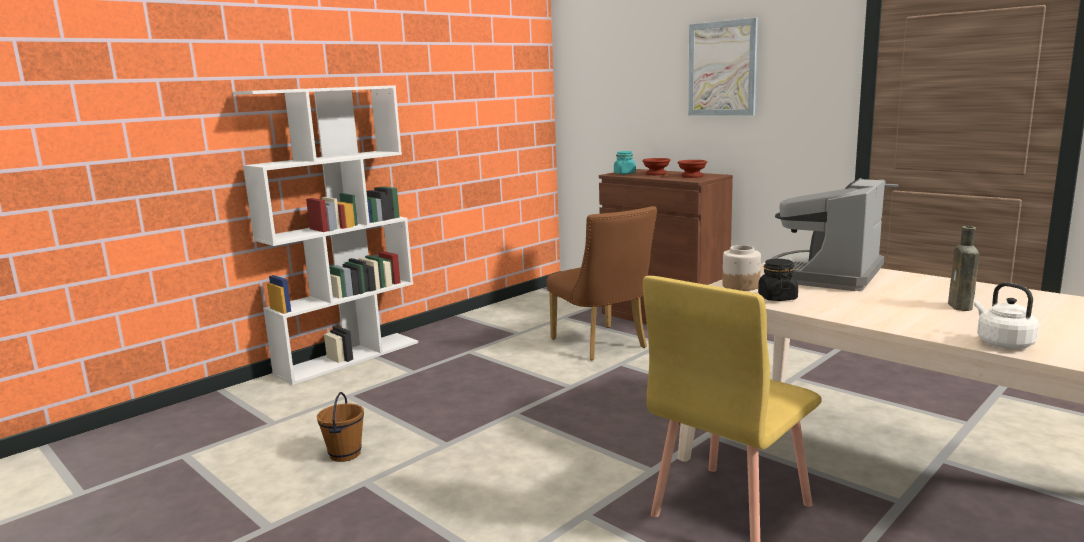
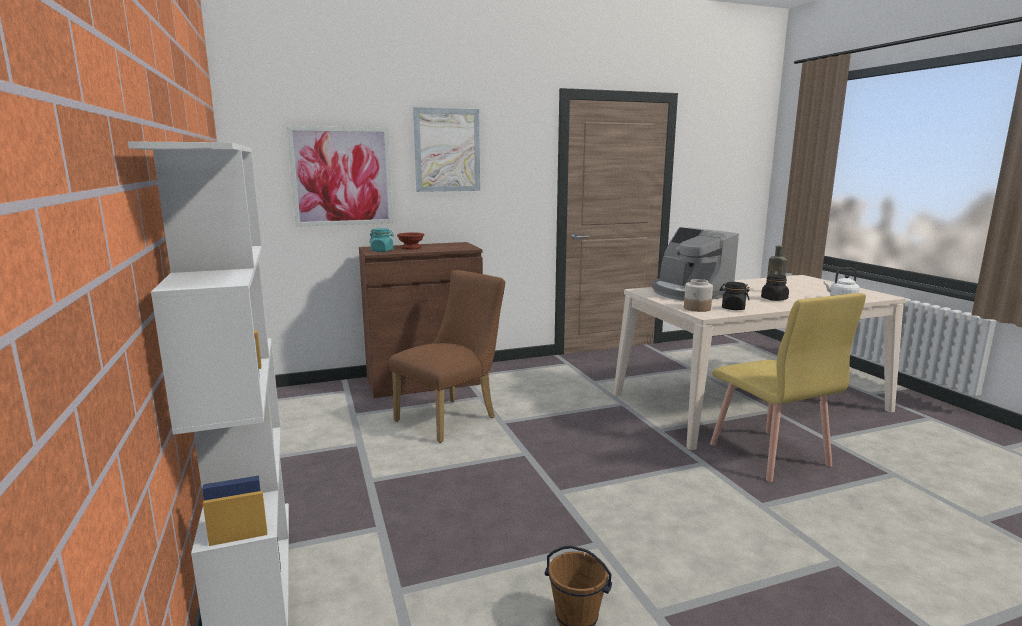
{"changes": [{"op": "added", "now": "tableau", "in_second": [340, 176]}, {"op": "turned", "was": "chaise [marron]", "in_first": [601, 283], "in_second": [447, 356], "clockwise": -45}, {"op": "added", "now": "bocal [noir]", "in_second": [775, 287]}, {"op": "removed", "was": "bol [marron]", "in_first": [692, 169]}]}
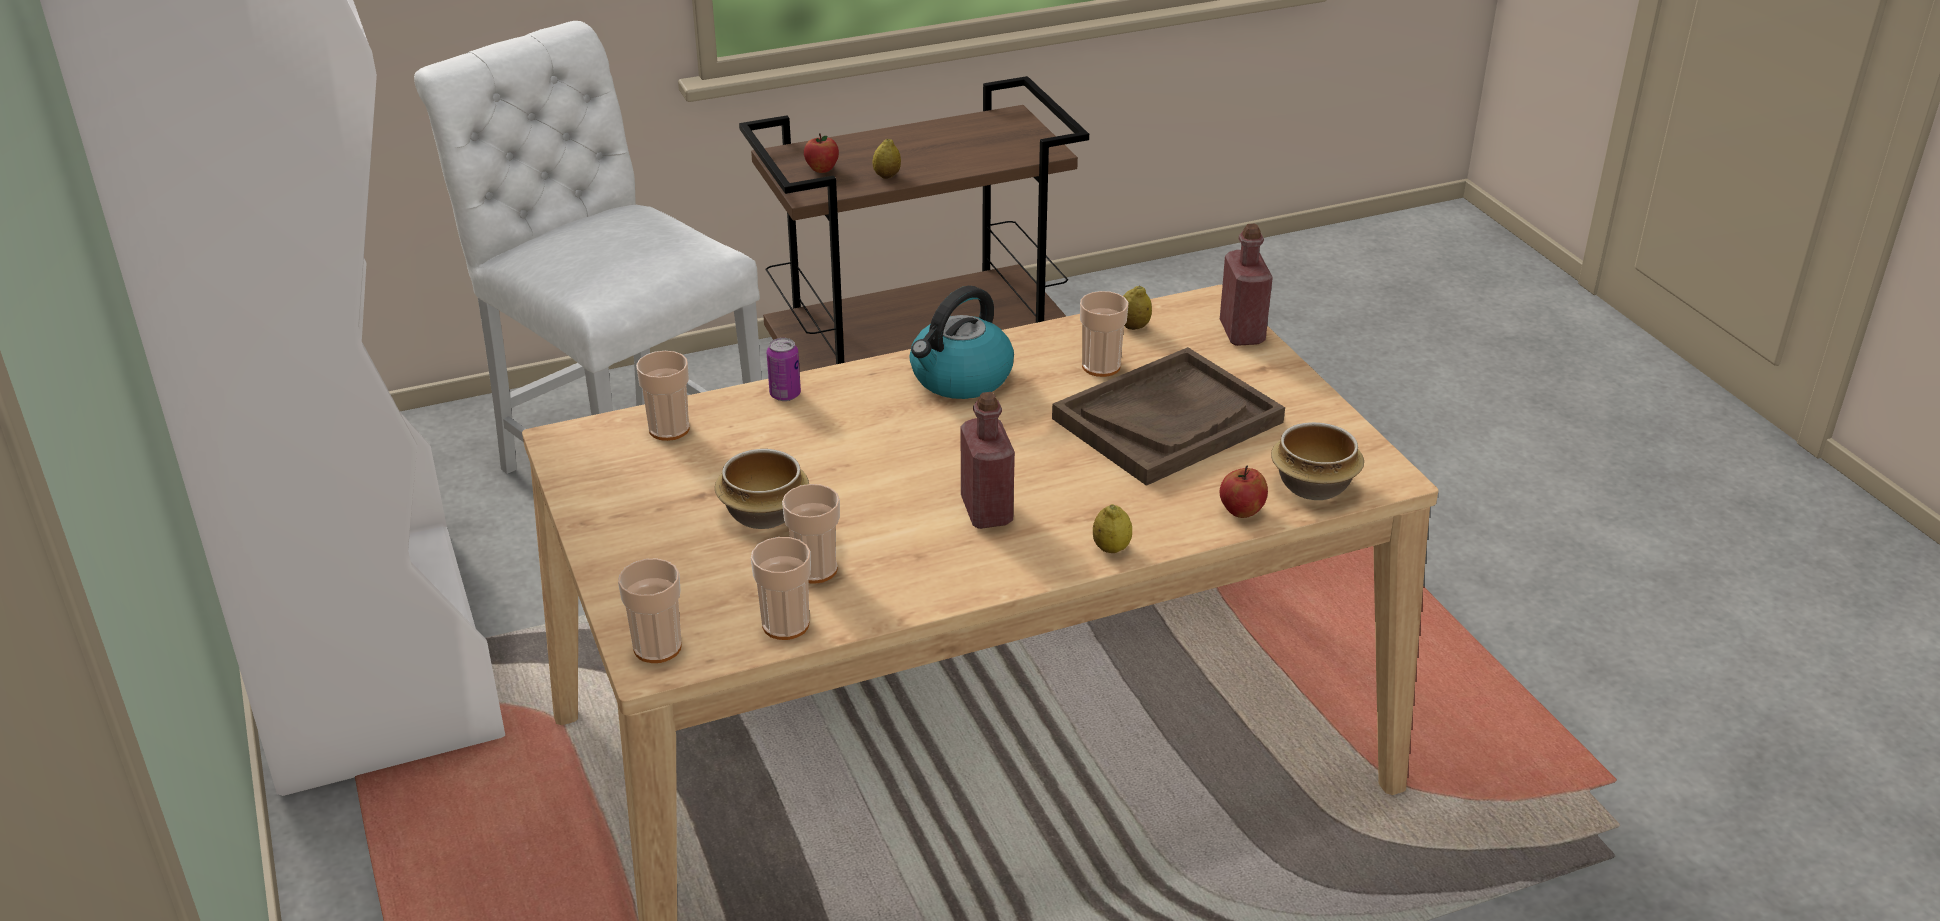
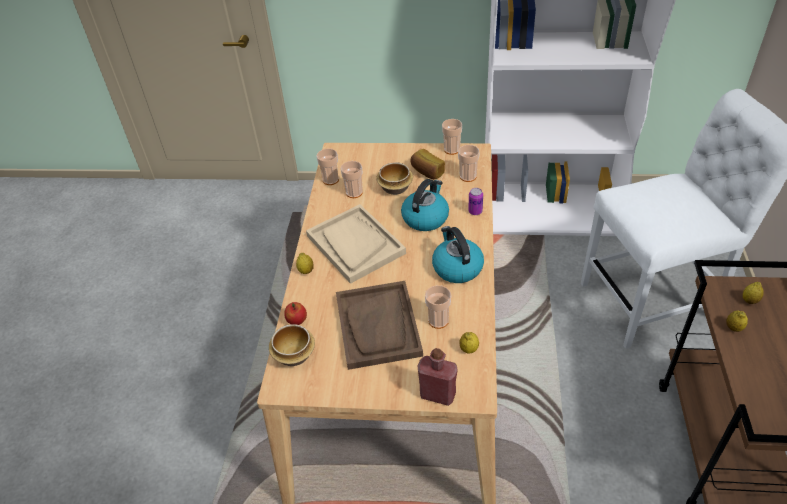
{"changes": [{"op": "replaced", "was": "bouteille [rouge]", "now": "plateau [beige]", "in_first": [987, 460], "in_second": [356, 244]}, {"op": "added", "now": "bouilloire", "in_second": [425, 205]}, {"op": "added", "now": "pain", "in_second": [427, 164]}, {"op": "moved", "was": "tasse", "in_first": [650, 610], "in_second": [452, 137]}, {"op": "replaced", "was": "pomme", "now": "citron", "in_first": [821, 153], "in_second": [753, 293]}]}
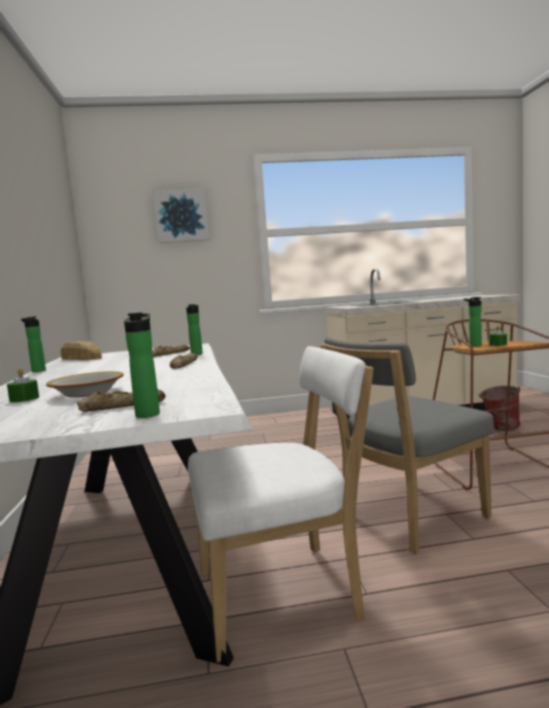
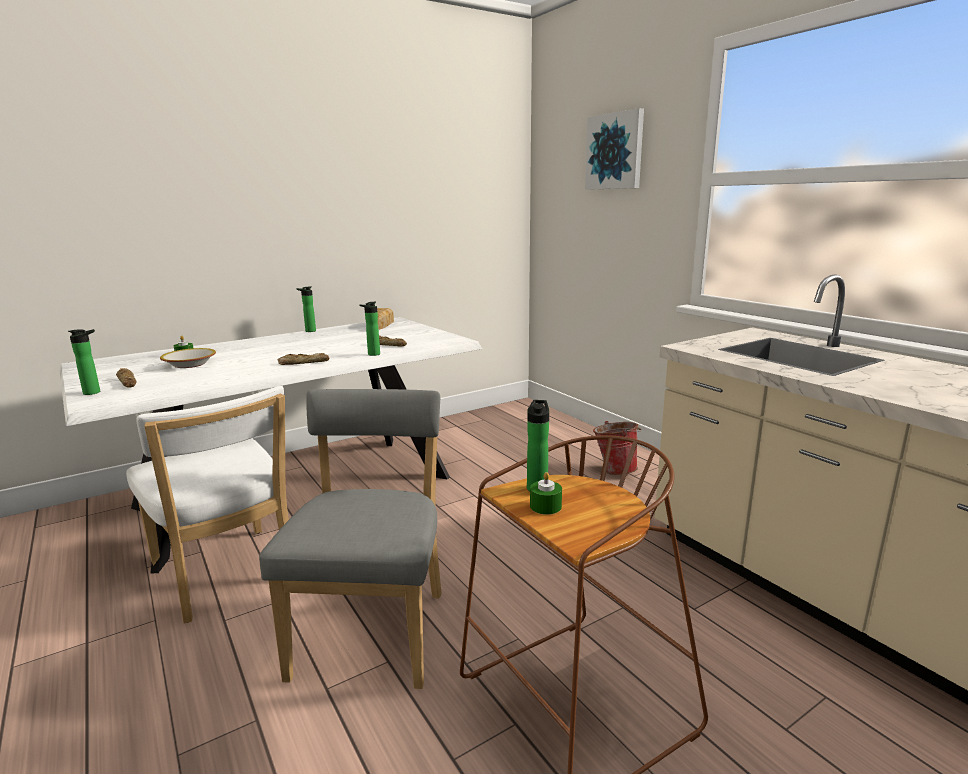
{"changes": [{"op": "turned", "was": "chaise [gris]", "in_first": [407, 445], "in_second": [350, 539], "clockwise": 60}, {"op": "moved", "was": "seau", "in_first": [499, 408], "in_second": [617, 448]}]}
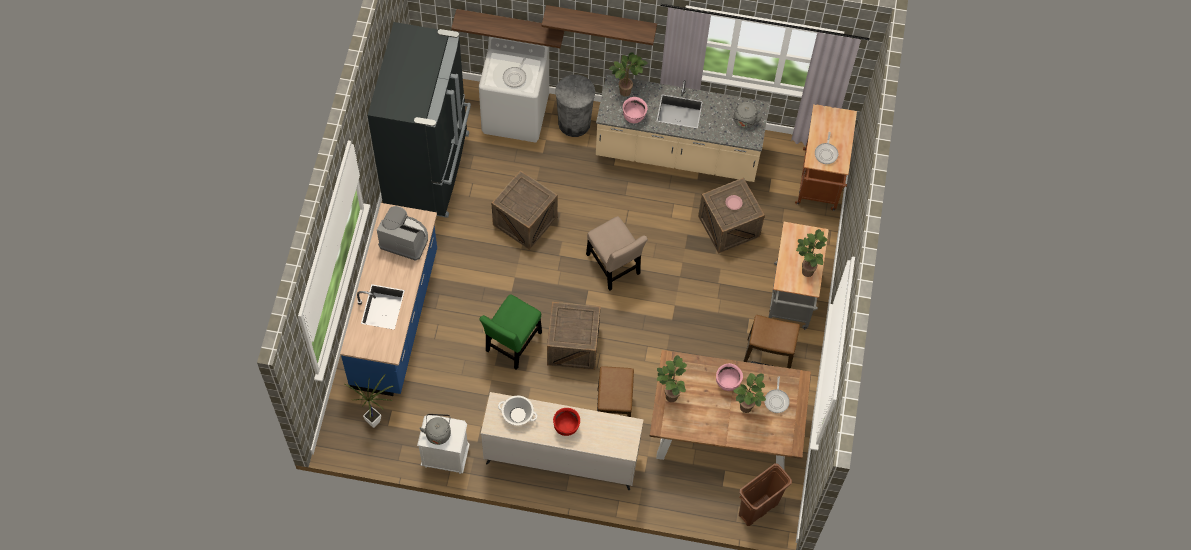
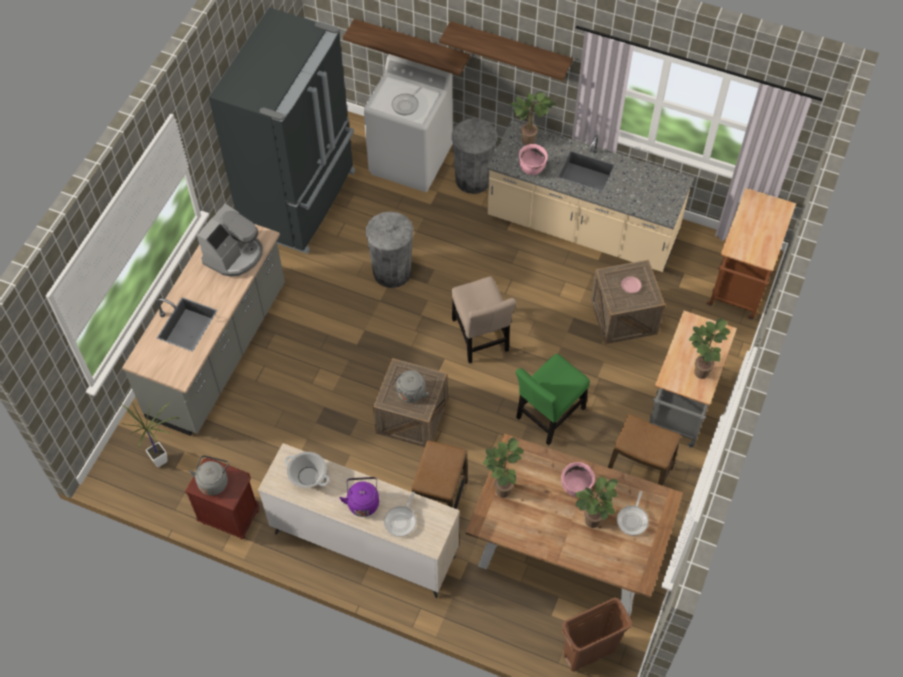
{"changes": [{"op": "recoloured", "was": "comptoir de cuisine [bleu]", "now": "comptoir de cuisine [gris]", "in_first": [388, 299], "in_second": [203, 330]}, {"op": "recoloured", "was": "table de chevet [blanc]", "now": "table de chevet [marron]", "in_first": [443, 444], "in_second": [222, 498]}, {"op": "turned", "was": "machine à café", "in_first": [402, 233], "in_second": [230, 240], "clockwise": 90}, {"op": "replaced", "was": "marmite [rouge]", "now": "bouilloire [violet]", "in_first": [566, 422], "in_second": [359, 497]}, {"op": "replaced", "was": "caisse", "now": "poubelle [gris]", "in_first": [525, 210], "in_second": [389, 249]}, {"op": "moved", "was": "poêle", "in_first": [826, 148], "in_second": [400, 514]}, {"op": "moved", "was": "bouilloire [gris]", "in_first": [747, 115], "in_second": [410, 386]}, {"op": "moved", "was": "chaise [vert]", "in_first": [510, 332], "in_second": [553, 399]}]}
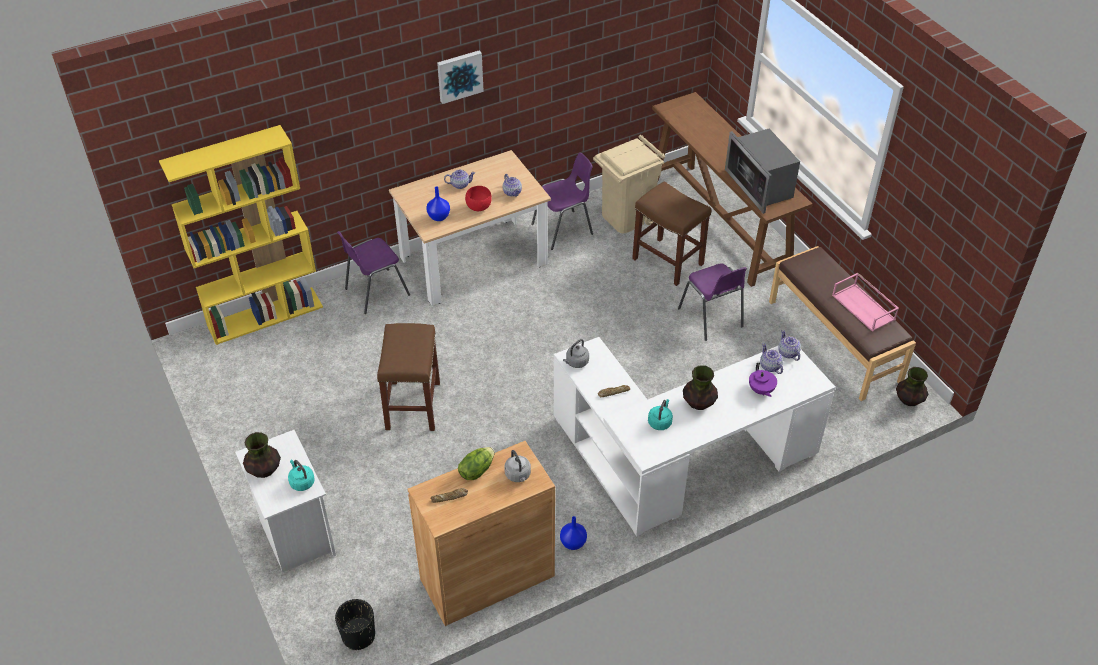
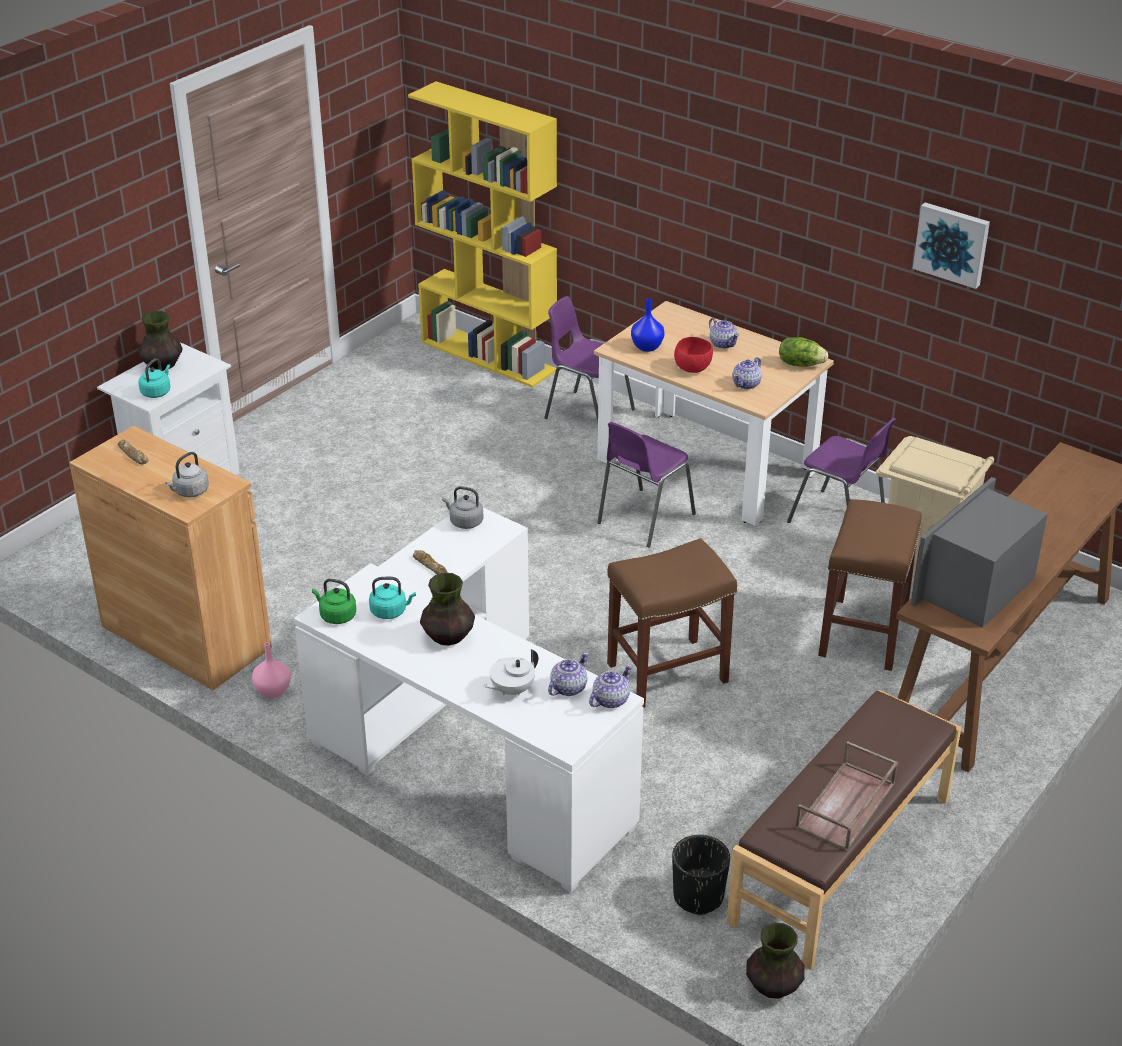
{"changes": [{"op": "recoloured", "was": "vase [bleu]", "now": "vase [rose]", "in_first": [573, 533], "in_second": [271, 670]}, {"op": "added", "now": "bouilloire [vert]", "in_second": [334, 601]}, {"op": "recoloured", "was": "théière [violet]", "now": "théière [blanc]", "in_first": [763, 380], "in_second": [510, 672]}, {"op": "moved", "was": "chaise [violet]", "in_first": [712, 302], "in_second": [646, 485]}, {"op": "moved", "was": "tabouret [marron]", "in_first": [408, 377], "in_second": [672, 623]}, {"op": "moved", "was": "cache-pot [noir]", "in_first": [355, 624], "in_second": [701, 875]}, {"op": "moved", "was": "laitue", "in_first": [476, 463], "in_second": [803, 352]}, {"op": "recoloured", "was": "plateau [rose]", "now": "plateau [marron]", "in_first": [865, 302], "in_second": [847, 796]}, {"op": "moved", "was": "tableau", "in_first": [460, 77], "in_second": [951, 245]}]}
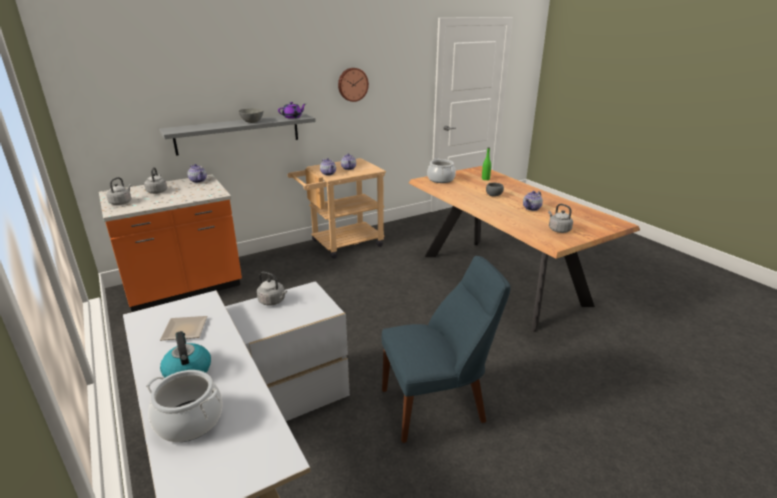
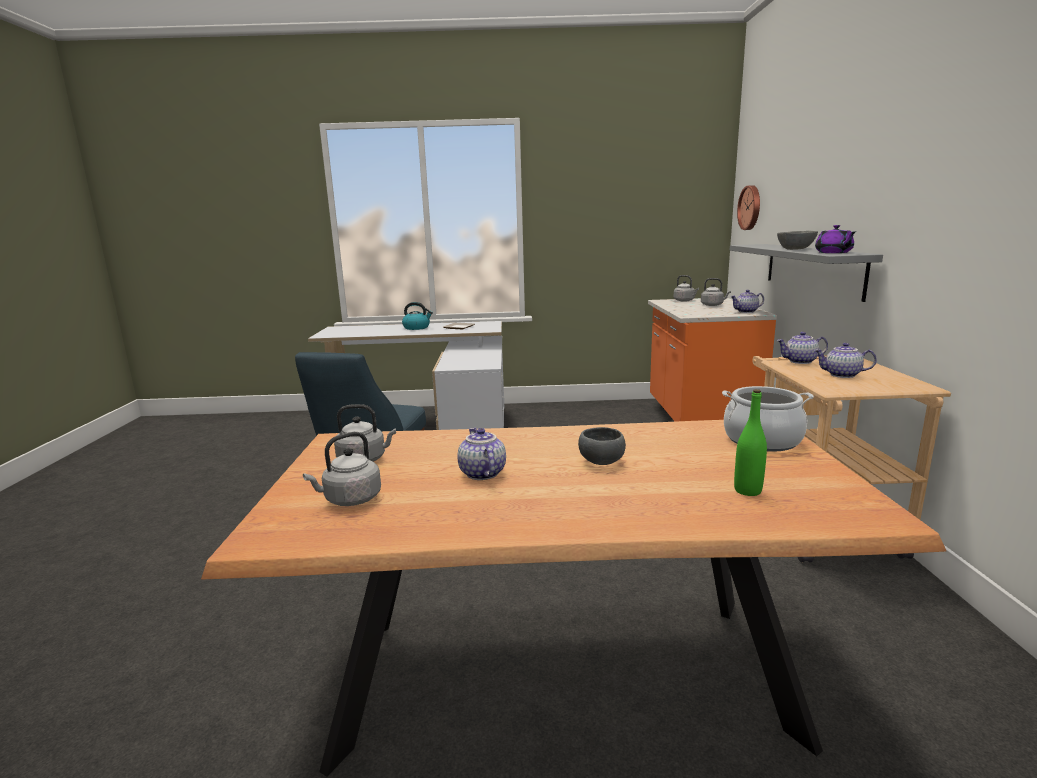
{"changes": [{"op": "moved", "was": "bouilloire [gris]", "in_first": [272, 289], "in_second": [342, 469]}, {"op": "moved", "was": "horloge murale", "in_first": [353, 85], "in_second": [748, 207]}, {"op": "removed", "was": "marmite", "in_first": [184, 406]}]}
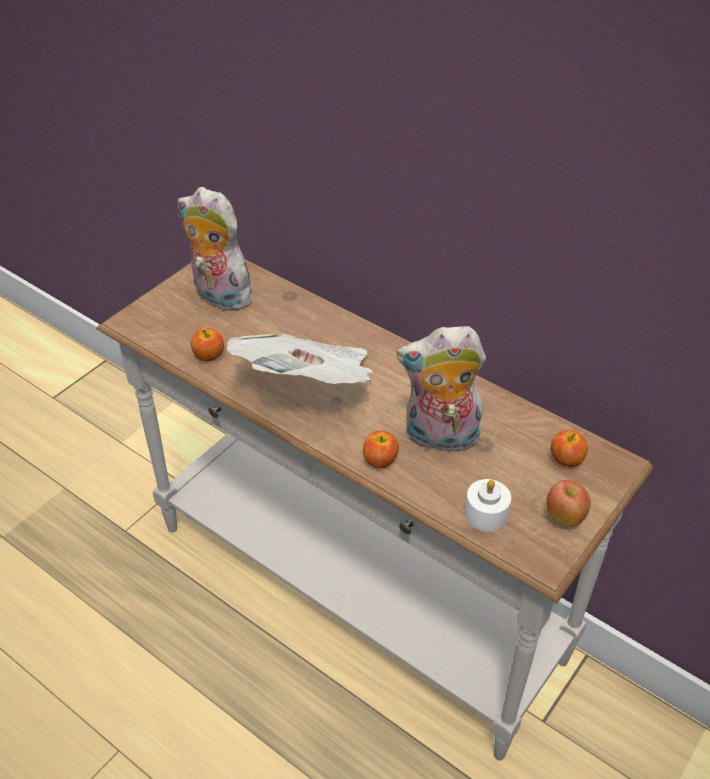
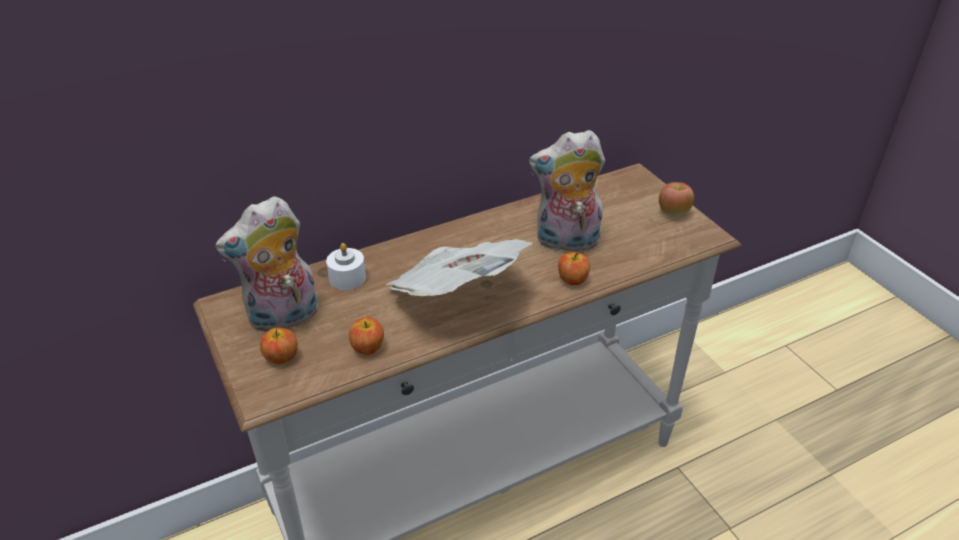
{"changes": [{"op": "moved", "was": "pomme", "in_first": [569, 448], "in_second": [279, 345]}, {"op": "moved", "was": "bougie [blanc]", "in_first": [488, 505], "in_second": [346, 266]}, {"op": "turned", "was": "peluche", "in_first": [441, 389], "in_second": [567, 190], "clockwise": 60}]}
